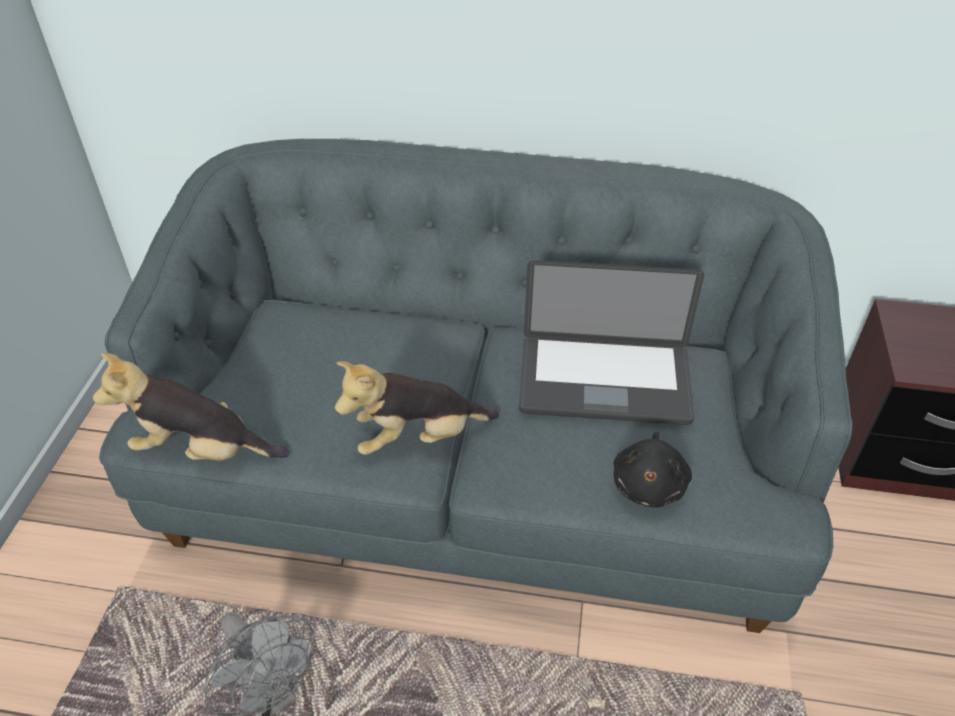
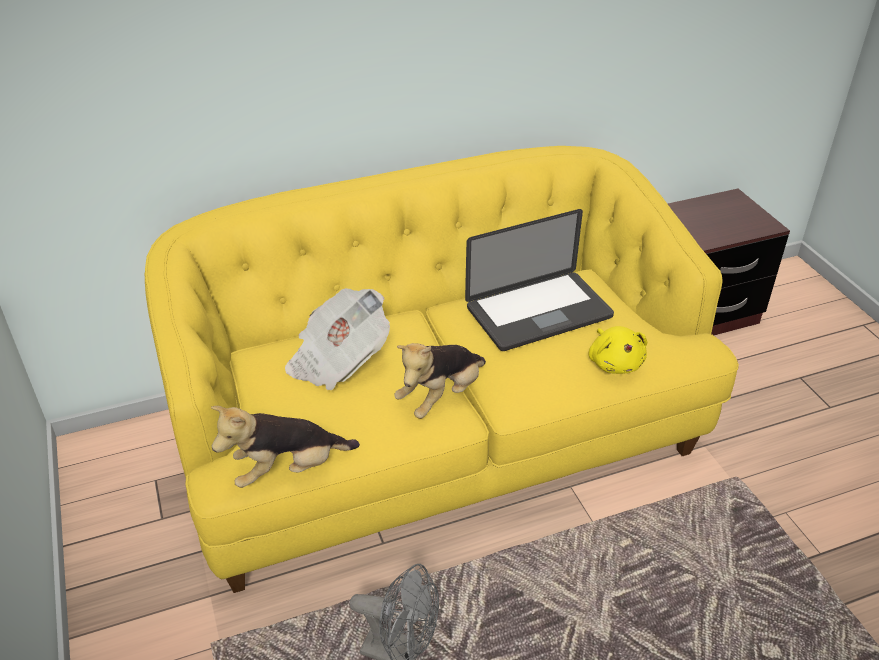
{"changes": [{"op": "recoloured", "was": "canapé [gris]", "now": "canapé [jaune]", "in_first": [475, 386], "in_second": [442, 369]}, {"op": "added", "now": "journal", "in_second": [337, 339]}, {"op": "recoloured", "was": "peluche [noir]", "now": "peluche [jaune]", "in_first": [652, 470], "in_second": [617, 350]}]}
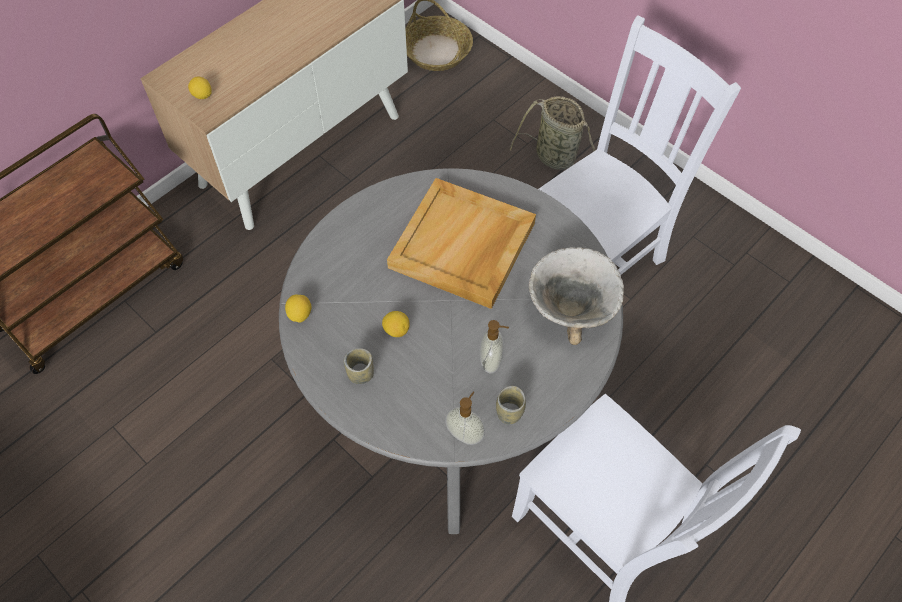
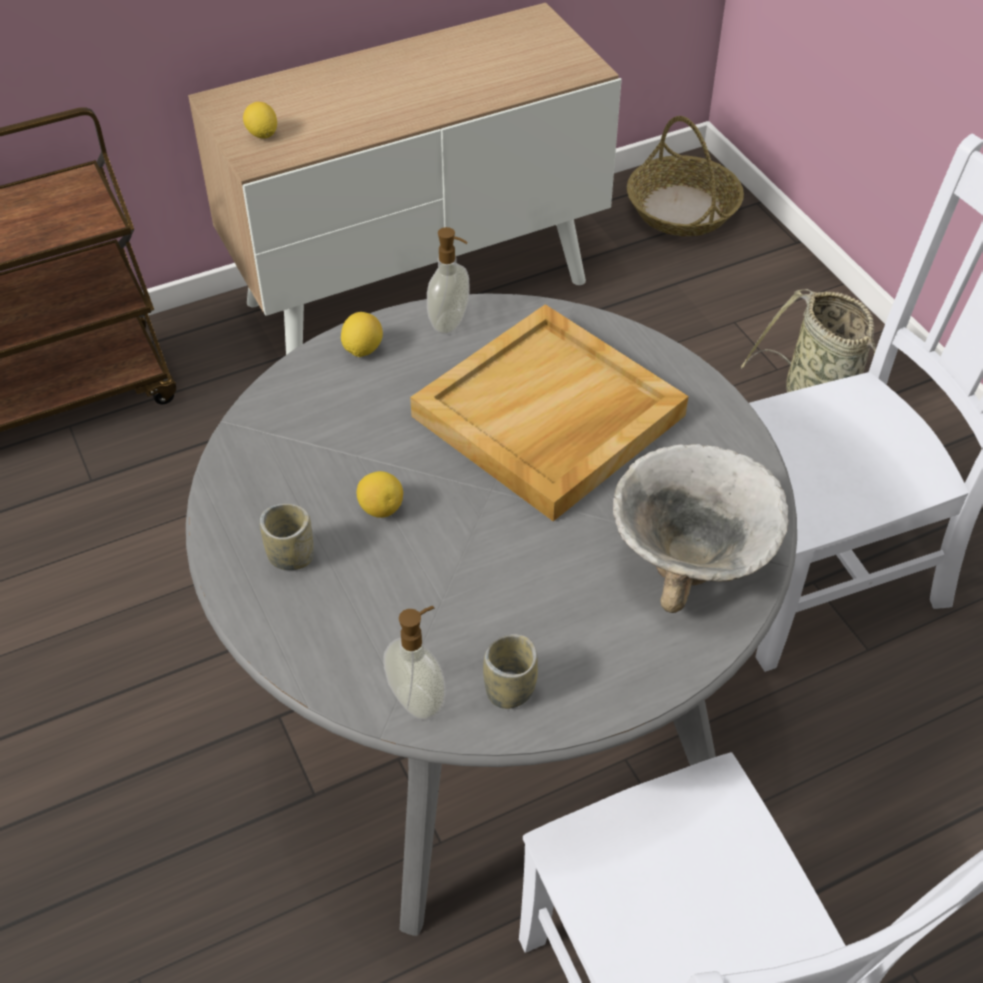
{"changes": [{"op": "moved", "was": "citron", "in_first": [298, 308], "in_second": [362, 334]}, {"op": "moved", "was": "distributeur de savon", "in_first": [494, 346], "in_second": [448, 280]}]}
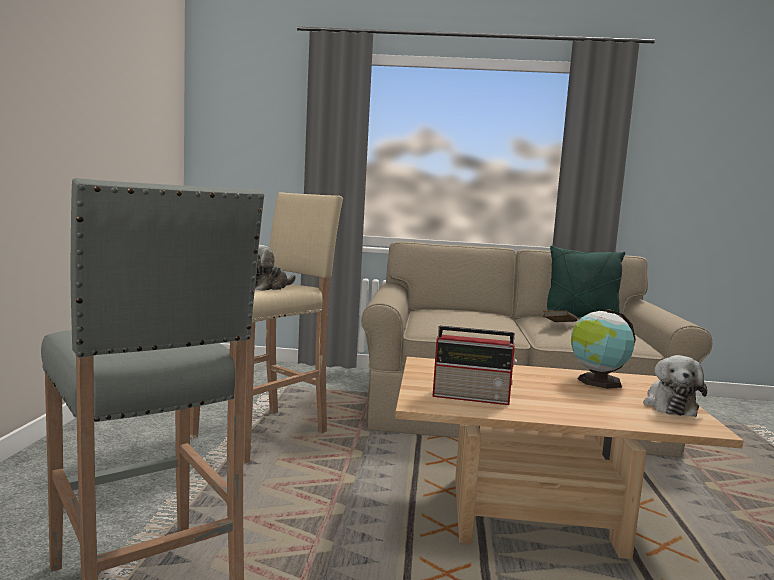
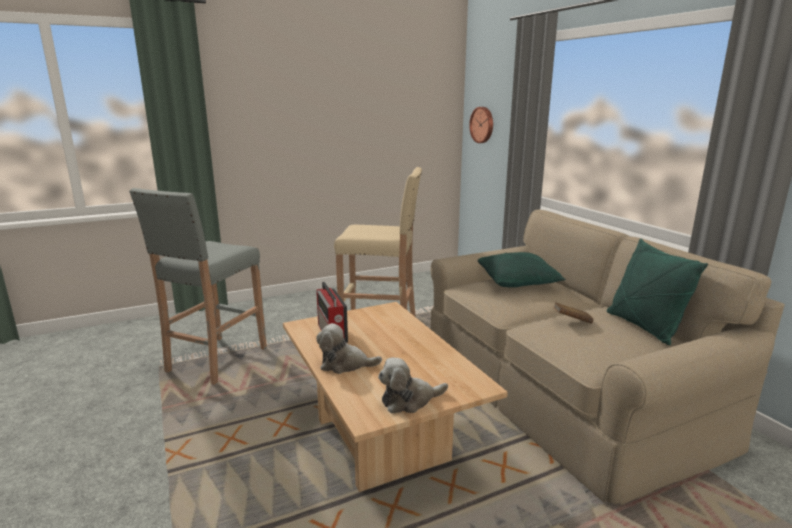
{"changes": [{"op": "moved", "was": "peluche", "in_first": [275, 268], "in_second": [349, 348]}, {"op": "added", "now": "horloge murale", "in_second": [481, 125]}, {"op": "added", "now": "coussin [vert]", "in_second": [522, 270]}, {"op": "removed", "was": "globe", "in_first": [603, 349]}]}
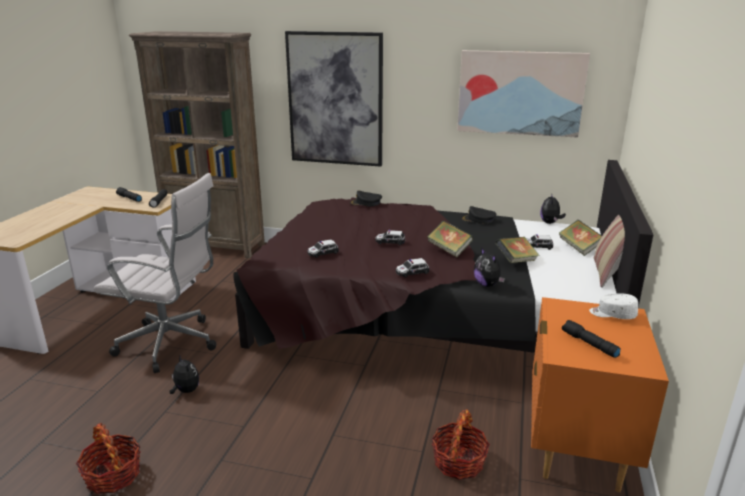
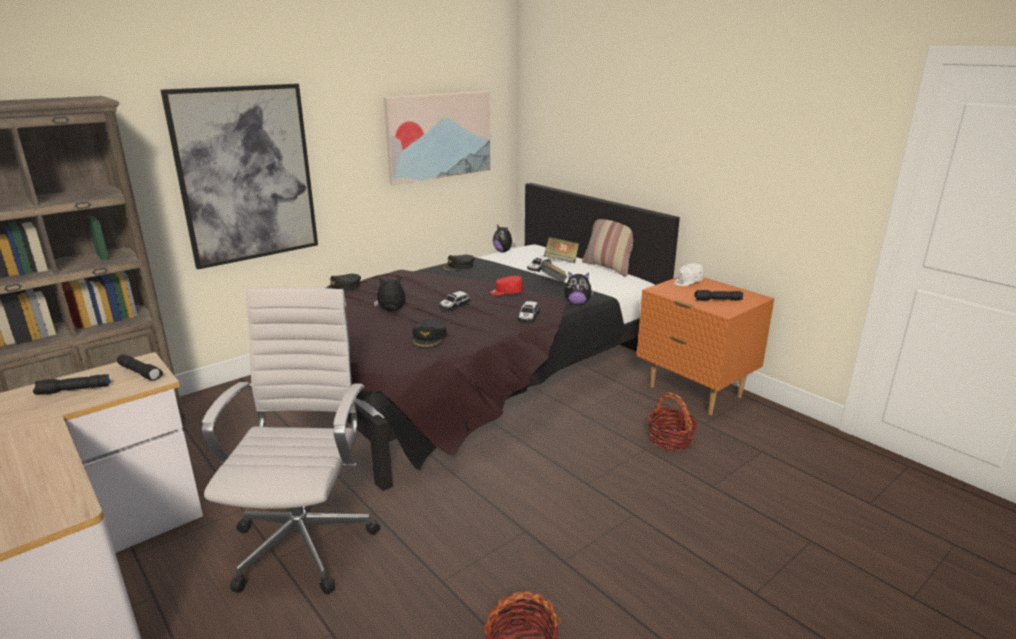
{"changes": [{"op": "turned", "was": "chaise de bureau [blanc]", "in_first": [155, 273], "in_second": [291, 440], "clockwise": -45}, {"op": "moved", "was": "peluche", "in_first": [184, 375], "in_second": [390, 293]}, {"op": "replaced", "was": "petite voiture", "now": "casquette [noir]", "in_first": [323, 248], "in_second": [429, 333]}, {"op": "replaced", "was": "livre", "now": "casquette [rouge]", "in_first": [450, 239], "in_second": [506, 285]}]}
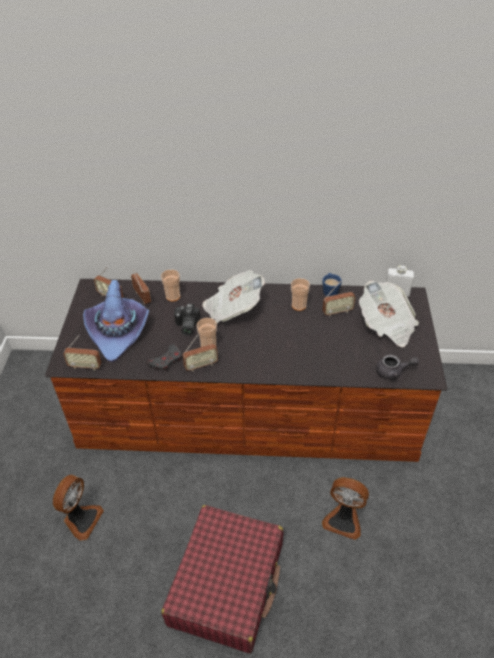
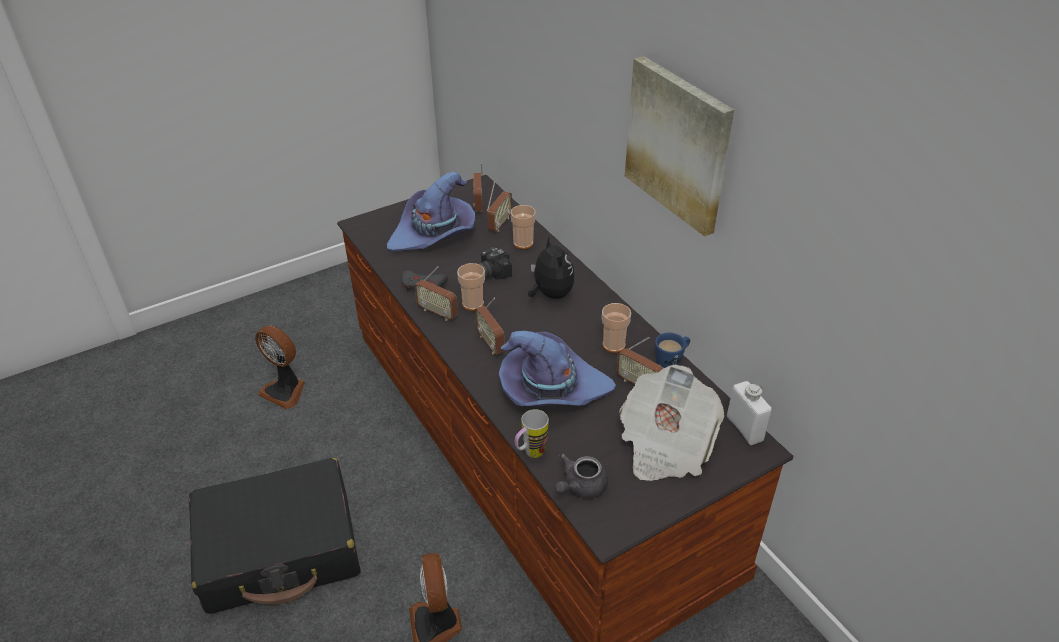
{"changes": [{"op": "recoloured", "was": "valise [rouge]", "now": "valise [noir]", "in_first": [222, 579], "in_second": [275, 536]}, {"op": "turned", "was": "ventilateur", "in_first": [78, 508], "in_second": [280, 367], "clockwise": 45}, {"op": "moved", "was": "radio", "in_first": [82, 353], "in_second": [489, 326]}, {"op": "added", "now": "chapeau [violet]", "in_second": [557, 369]}, {"op": "added", "now": "mug", "in_second": [532, 433]}, {"op": "replaced", "was": "journal", "now": "peluche", "in_first": [233, 296], "in_second": [551, 267]}, {"op": "turned", "was": "théière [gris]", "in_first": [398, 367], "in_second": [581, 476], "clockwise": 75}, {"op": "added", "now": "tableau", "in_second": [679, 146]}]}
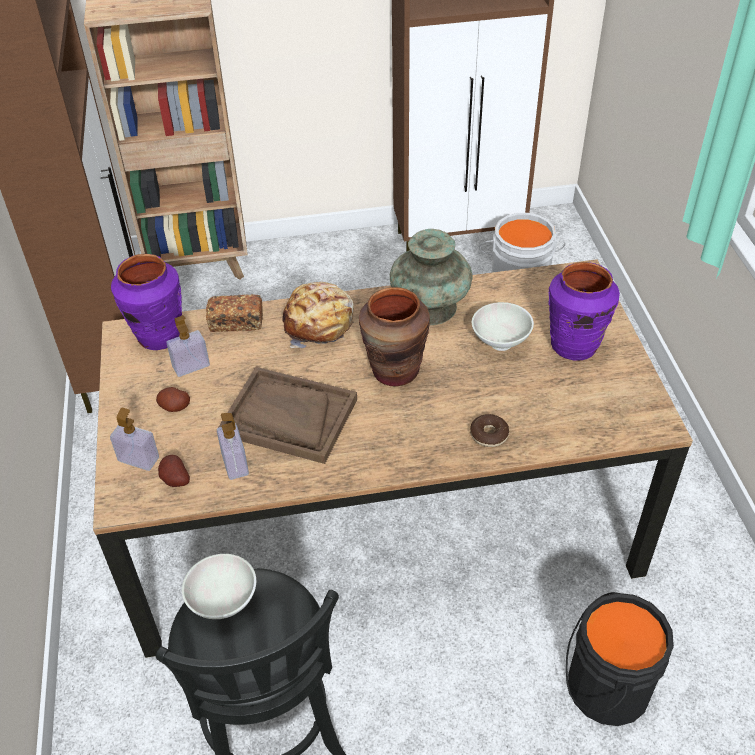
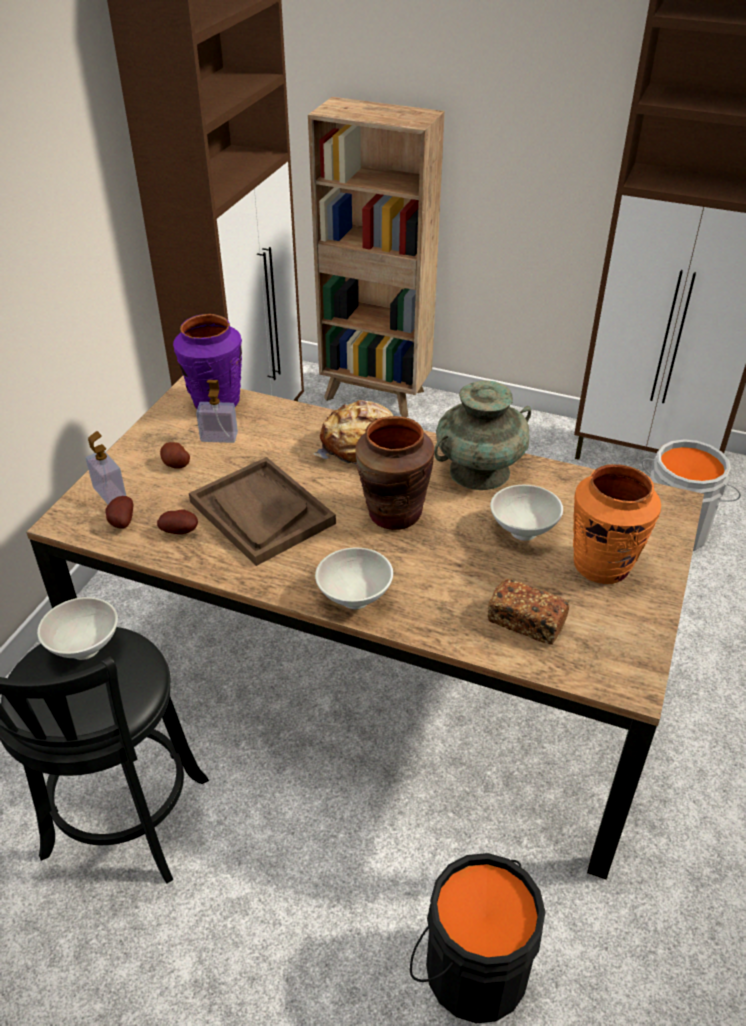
{"changes": [{"op": "replaced", "was": "distributeur de savon", "now": "pomme de terre", "in_first": [233, 446], "in_second": [177, 522]}, {"op": "added", "now": "bol [blanc]", "in_second": [354, 578]}, {"op": "moved", "was": "pain", "in_first": [234, 313], "in_second": [528, 612]}, {"op": "recoloured", "was": "vase [violet]", "now": "vase [orange]", "in_first": [584, 311], "in_second": [617, 524]}, {"op": "removed", "was": "beignet", "in_first": [489, 430]}]}
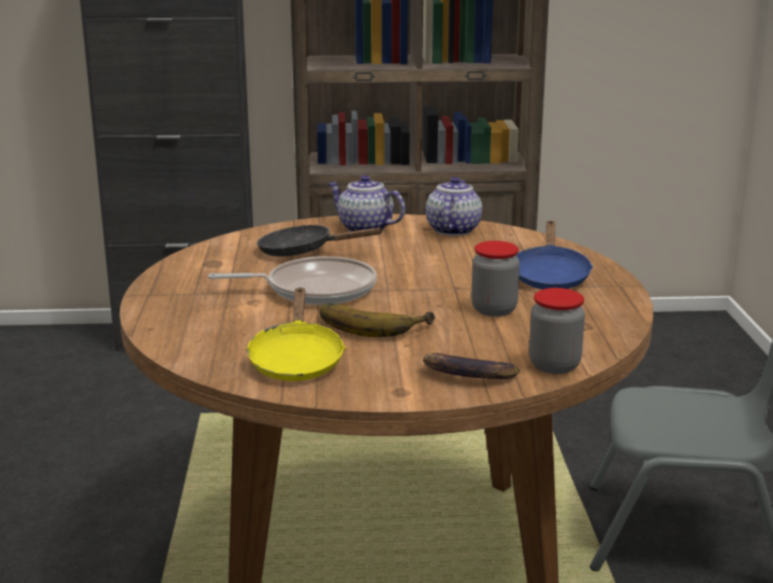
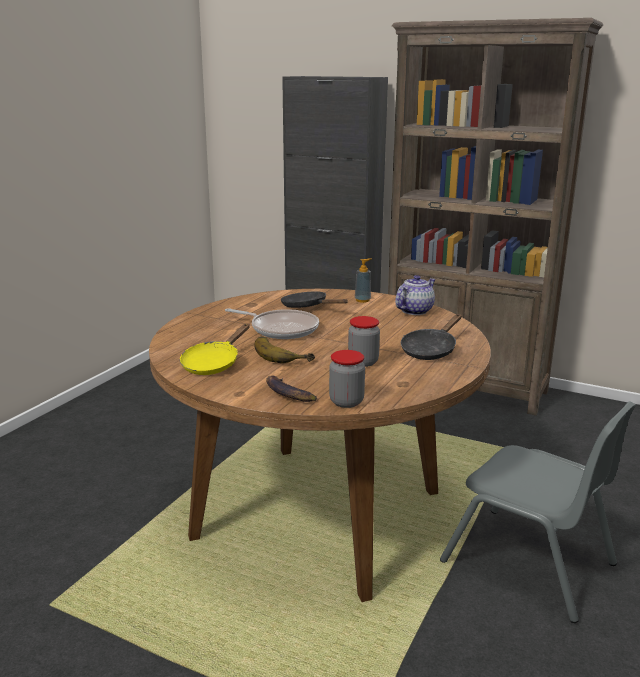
{"changes": [{"op": "replaced", "was": "théière", "now": "distributeur de savon", "in_first": [366, 203], "in_second": [363, 280]}, {"op": "recoloured", "was": "poêle [bleu]", "now": "poêle [noir]", "in_first": [554, 255], "in_second": [431, 337]}]}
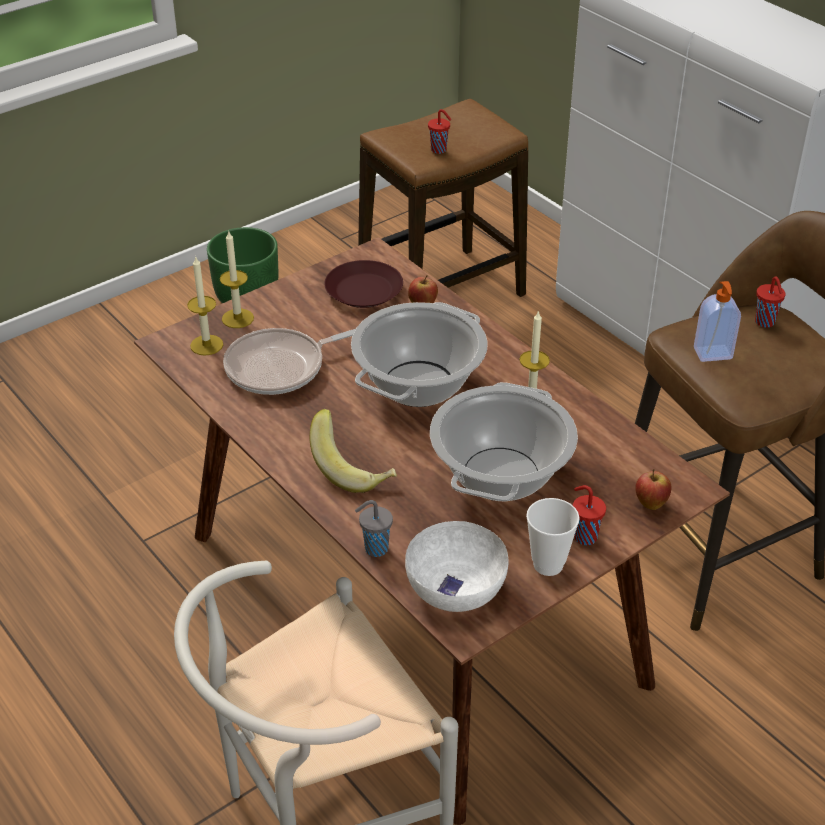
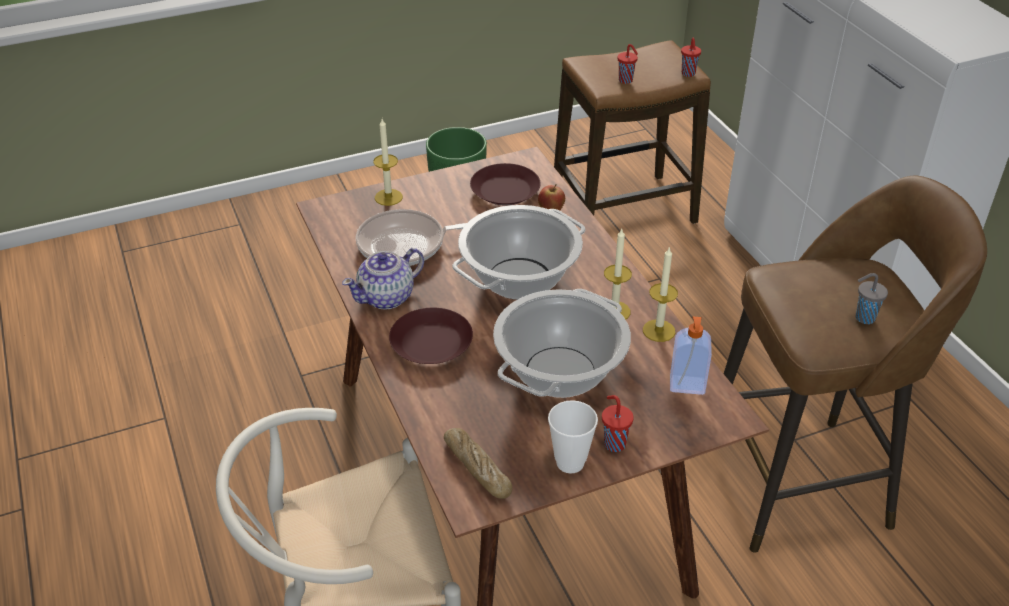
{"changes": [{"op": "added", "now": "théière", "in_second": [383, 279]}, {"op": "replaced", "was": "banane", "now": "assiette [marron]", "in_first": [353, 451], "in_second": [431, 336]}, {"op": "replaced", "was": "bol [blanc]", "now": "pain", "in_first": [456, 566], "in_second": [478, 463]}, {"op": "moved", "was": "bougie", "in_first": [205, 306], "in_second": [660, 295]}, {"op": "moved", "was": "distributeur de savon", "in_first": [717, 321], "in_second": [691, 355]}, {"op": "moved", "was": "tasse [rouge]", "in_first": [770, 302], "in_second": [691, 57]}, {"op": "moved", "was": "tasse [gris]", "in_first": [374, 528], "in_second": [872, 298]}, {"op": "removed", "was": "pomme", "in_first": [653, 489]}]}
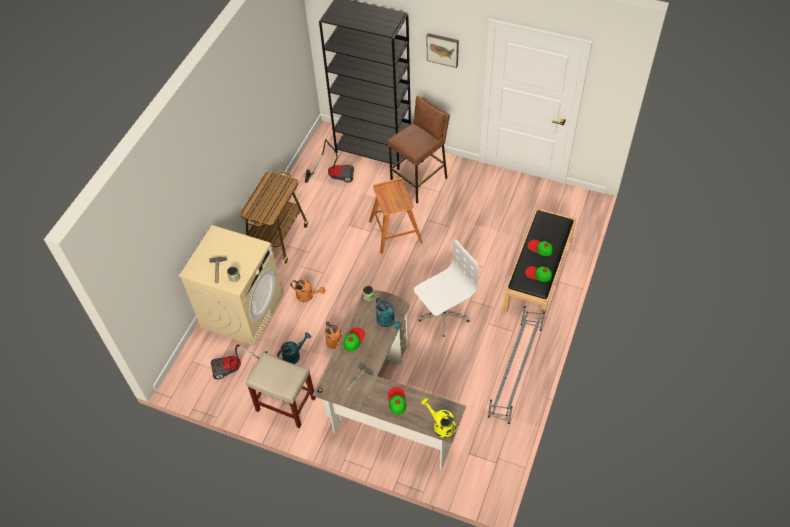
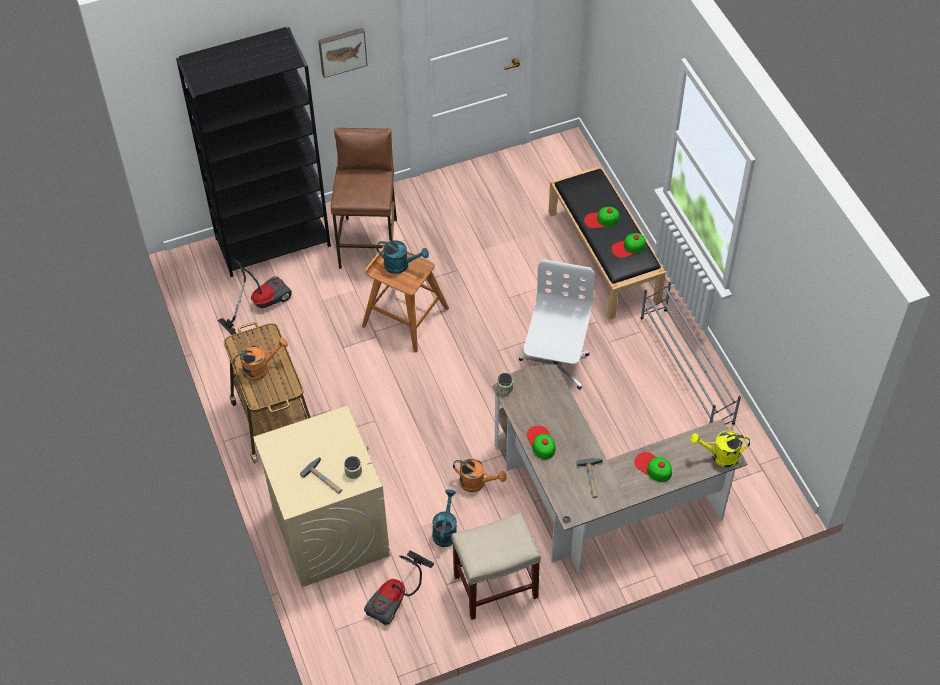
{"changes": [{"op": "moved", "was": "arrosoir [orange]", "in_first": [307, 291], "in_second": [260, 359]}, {"op": "moved", "was": "arrosoir [turquoise]", "in_first": [388, 313], "in_second": [402, 257]}]}
